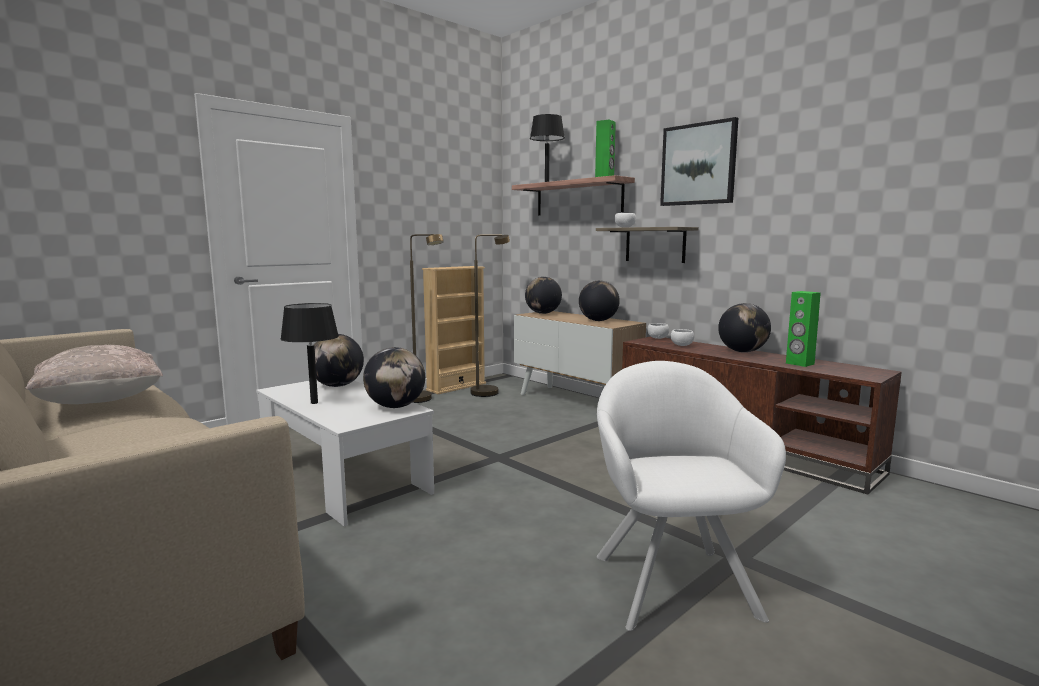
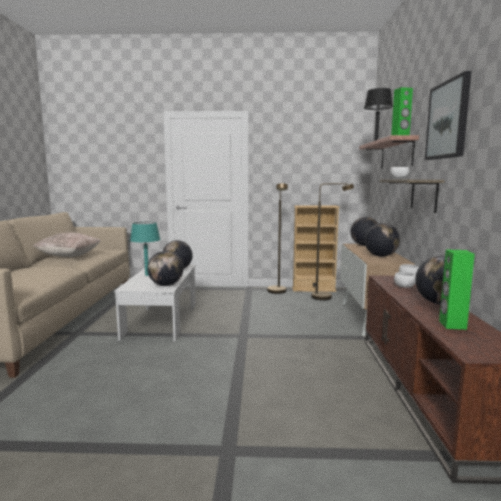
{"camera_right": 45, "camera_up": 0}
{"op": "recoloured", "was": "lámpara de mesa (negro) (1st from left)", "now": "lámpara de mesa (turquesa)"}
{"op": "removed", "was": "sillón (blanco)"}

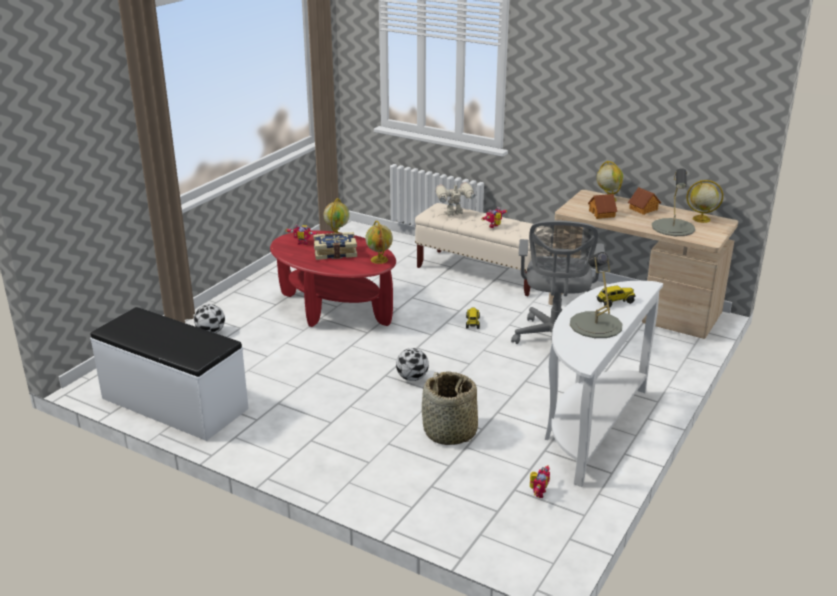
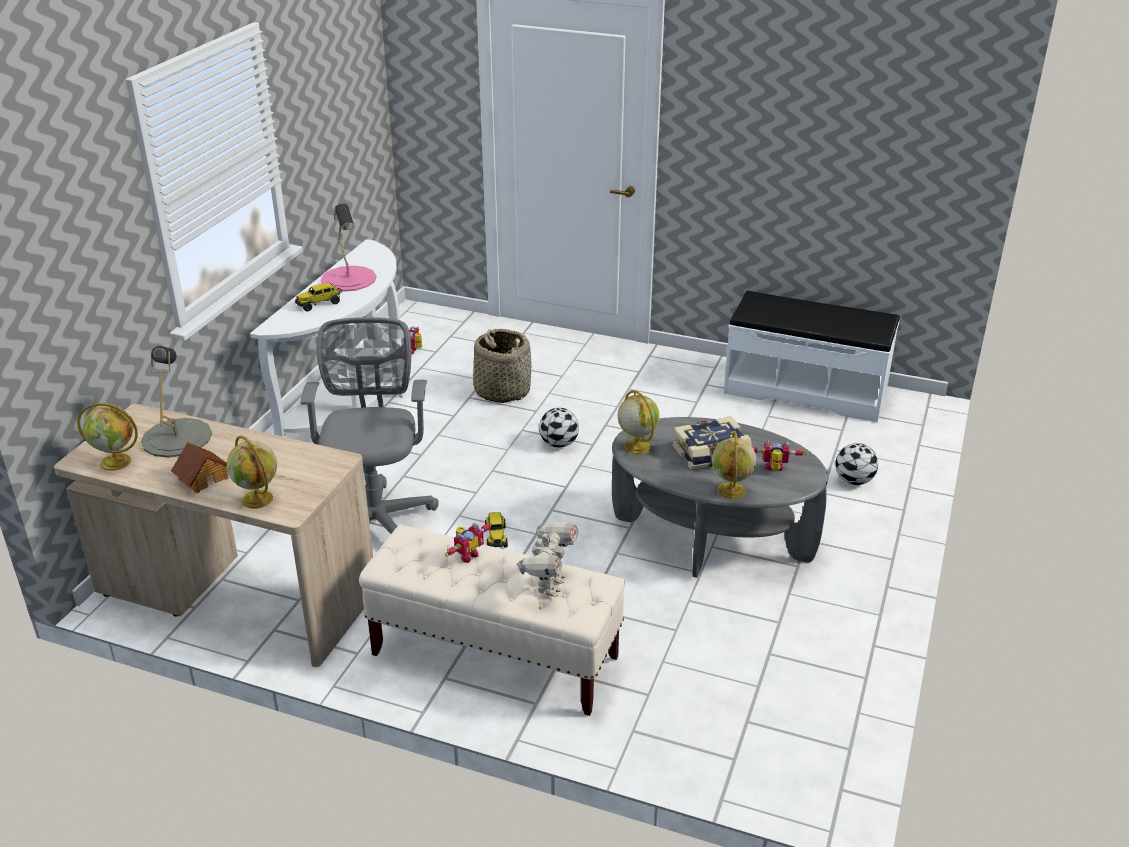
{"camera_right": 170, "camera_up": 5}
{"op": "turned", "was": "robot de juguete (2nd from left in the first image)", "clockwise": -45}
{"op": "removed", "was": "casita (1st from left)"}
{"op": "recoloured", "was": "mesa de centro (rojo)", "now": "mesa de centro (gris)"}
{"op": "recoloured", "was": "lámpara de mesa (gris) (1st from left)", "now": "lámpara de mesa (rosa)"}

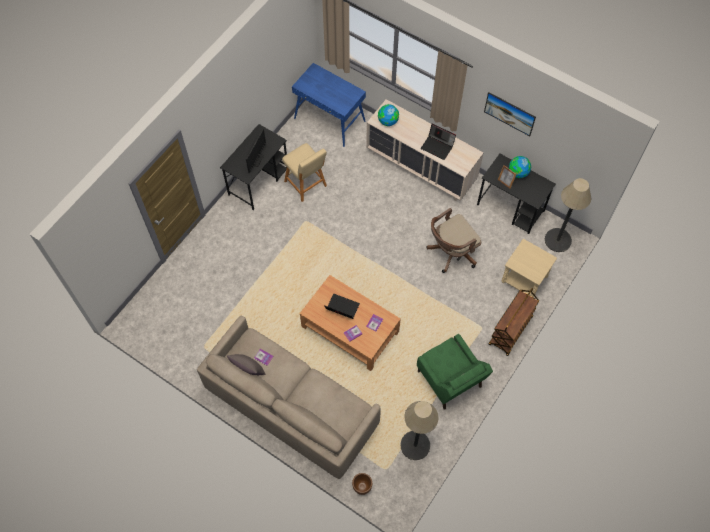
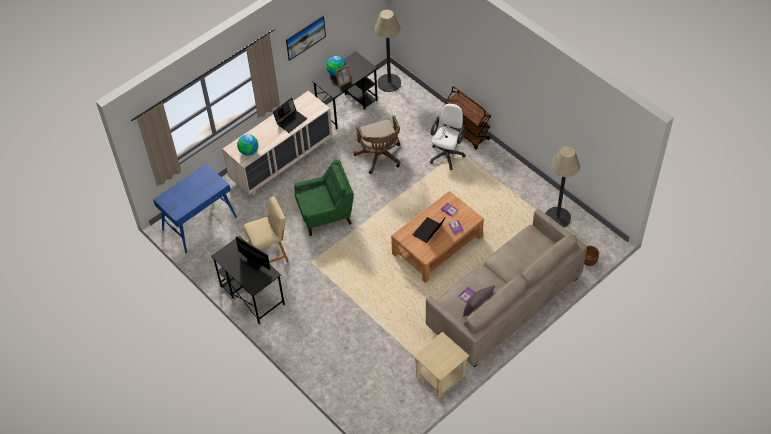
{"camera_right": -75, "camera_up": -10}
{"op": "moved", "was": "mesa auxiliar (beis)"}
{"op": "moved", "was": "sillón (verde)"}
{"op": "added", "now": "silla de oficina (blanco)"}

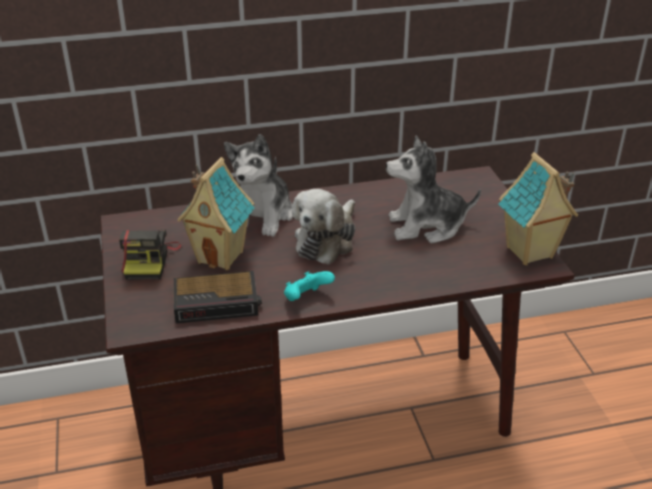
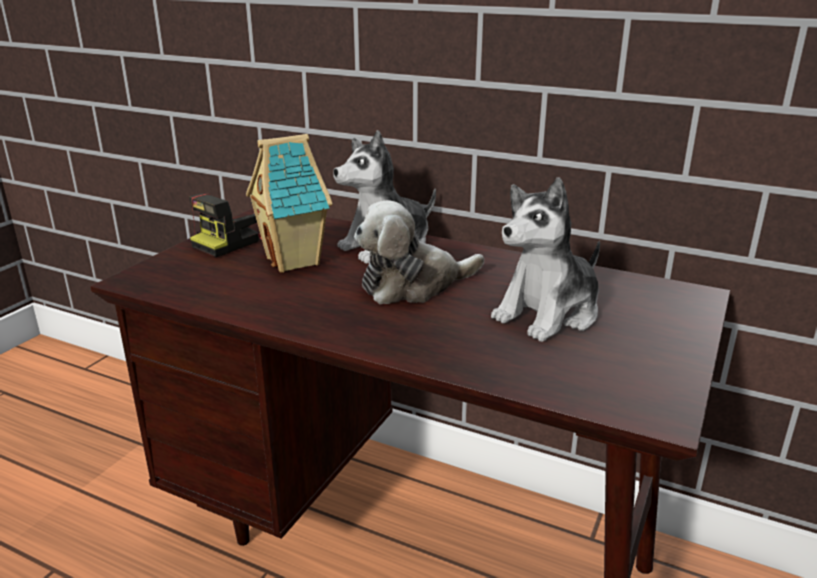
{"camera_right": 40, "camera_up": -10}
{"op": "turned", "was": "peluche (3rd from left)", "clockwise": -75}
{"op": "removed", "was": "casita (2nd from left)"}
{"op": "removed", "was": "despertador"}
{"op": "removed", "was": "mando de consola (turquesa)"}

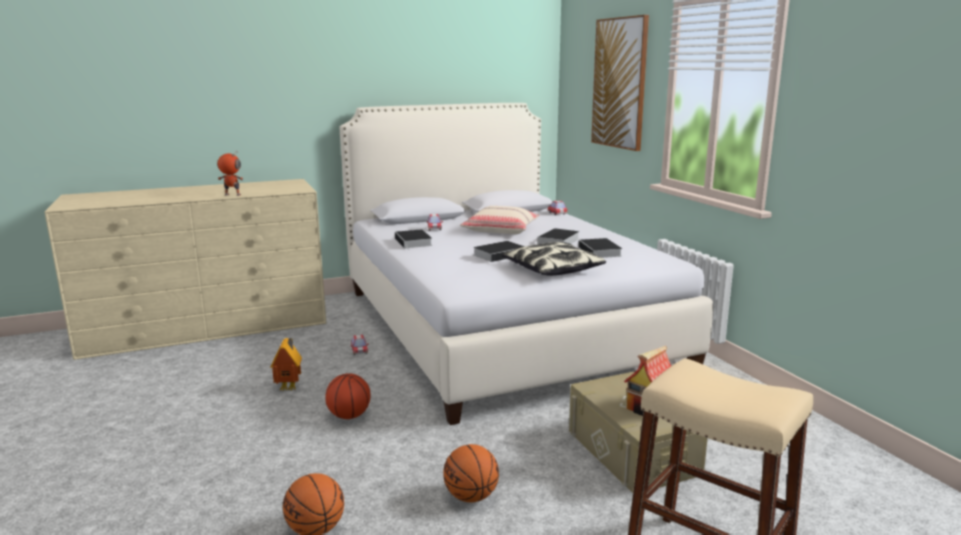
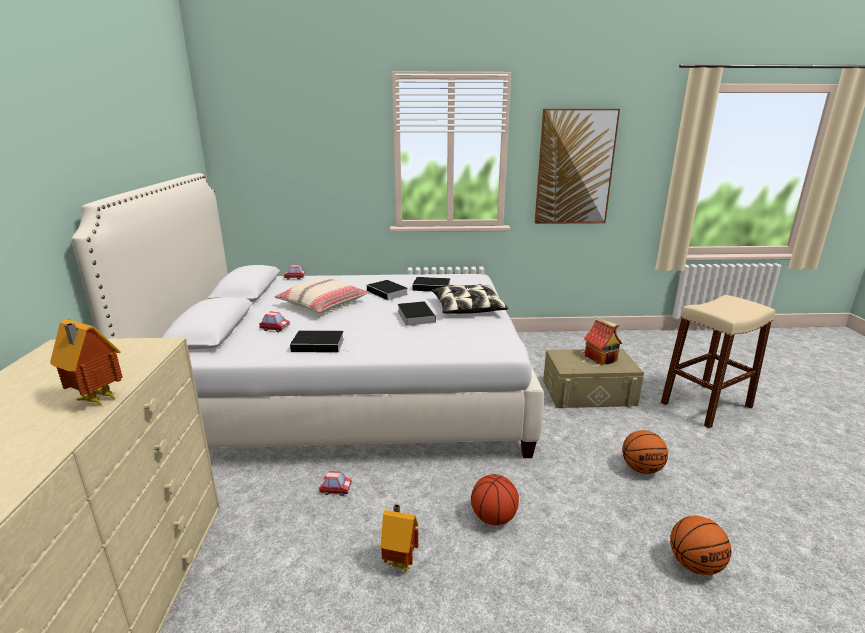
{"camera_right": -70, "camera_up": 5}
{"op": "moved", "was": "cuadro"}
{"op": "replaced", "was": "robot de juguete", "now": "casita (1st from left)"}

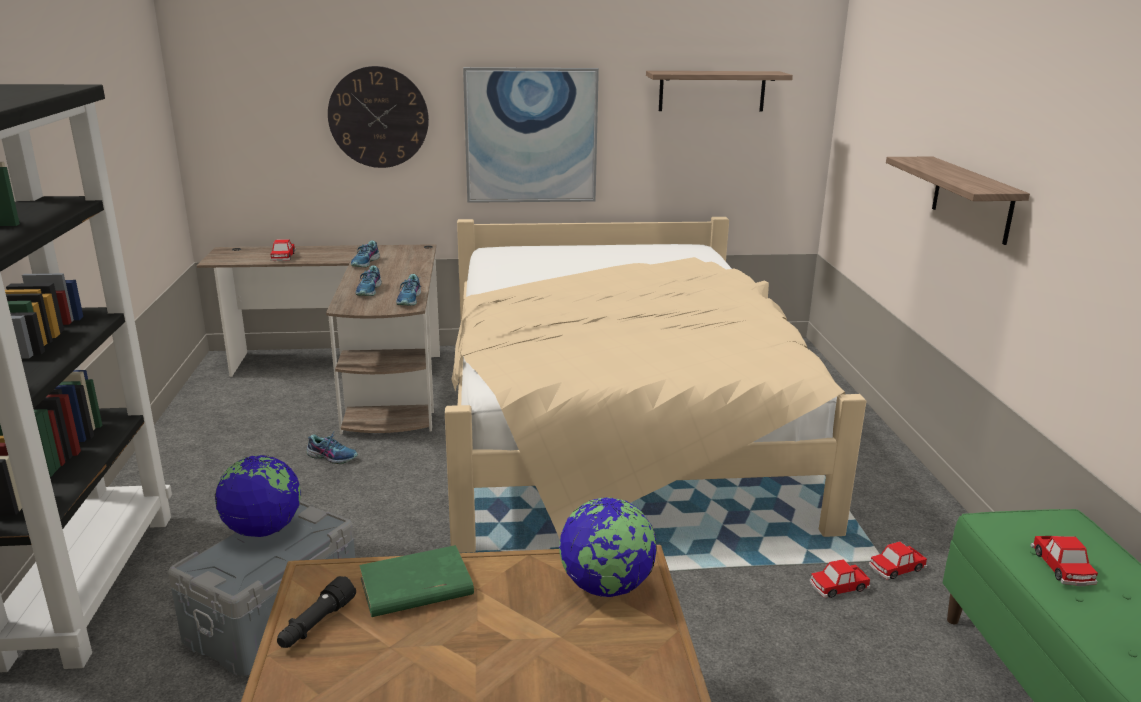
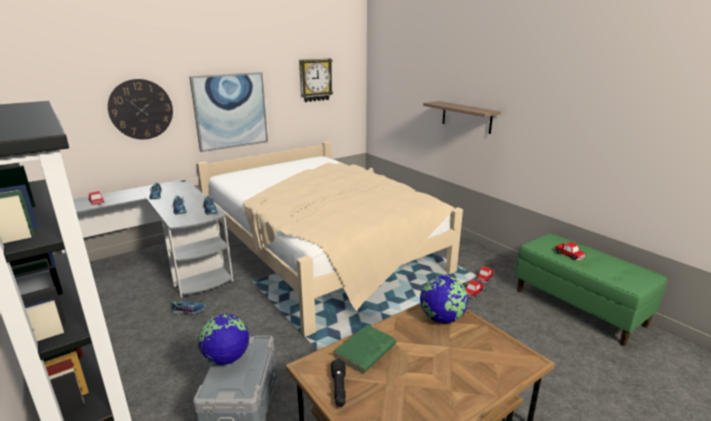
{"camera_right": -30, "camera_up": 0}
{"op": "replaced", "was": "estante (1st from left)", "now": "reloj de pared (2nd from left)"}
{"op": "recoloured", "was": "escritorio (marrón)", "now": "escritorio (gris)"}

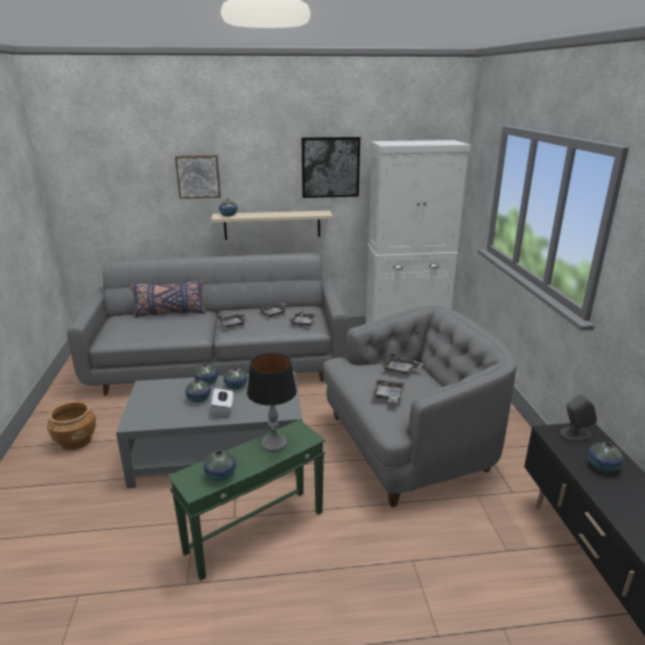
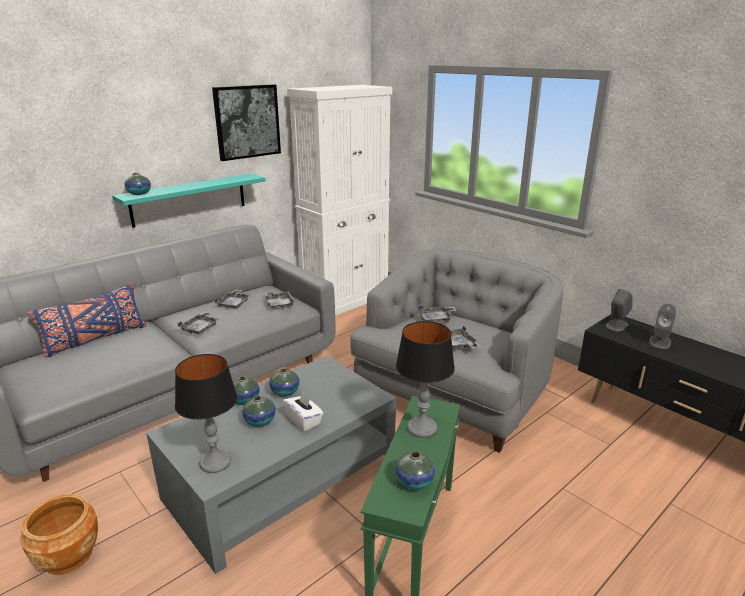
{"camera_right": -35, "camera_up": 0}
{"op": "removed", "was": "cuadro (1st from left)"}
{"op": "recoloured", "was": "estante (beis)", "now": "estante (turquesa)"}
{"op": "replaced", "was": "florero (6th from left)", "now": "altavoz (gris) (2nd from left)"}
{"op": "added", "now": "lámpara de mesa (1st from left)"}

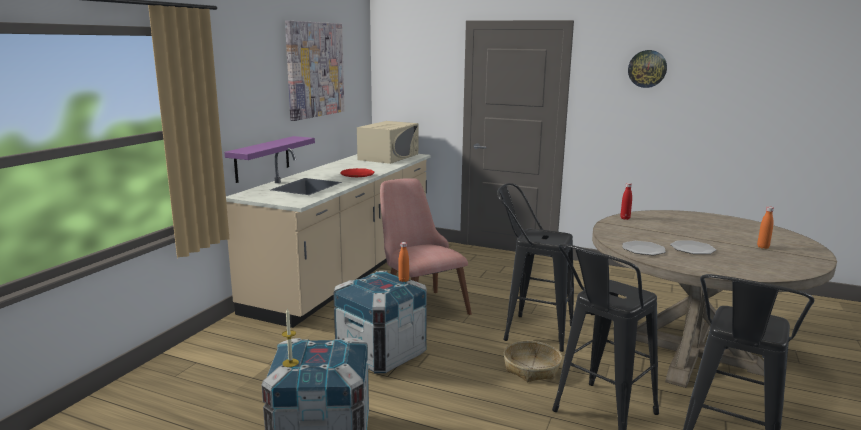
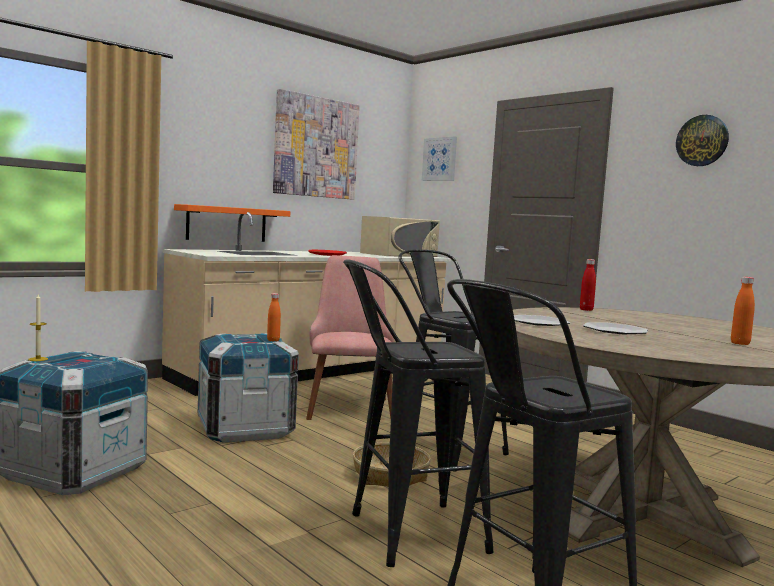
{"camera_right": 25, "camera_up": -10}
{"op": "recoloured", "was": "estante (morado)", "now": "estante (naranja)"}
{"op": "added", "now": "cuadro (2nd from left)"}

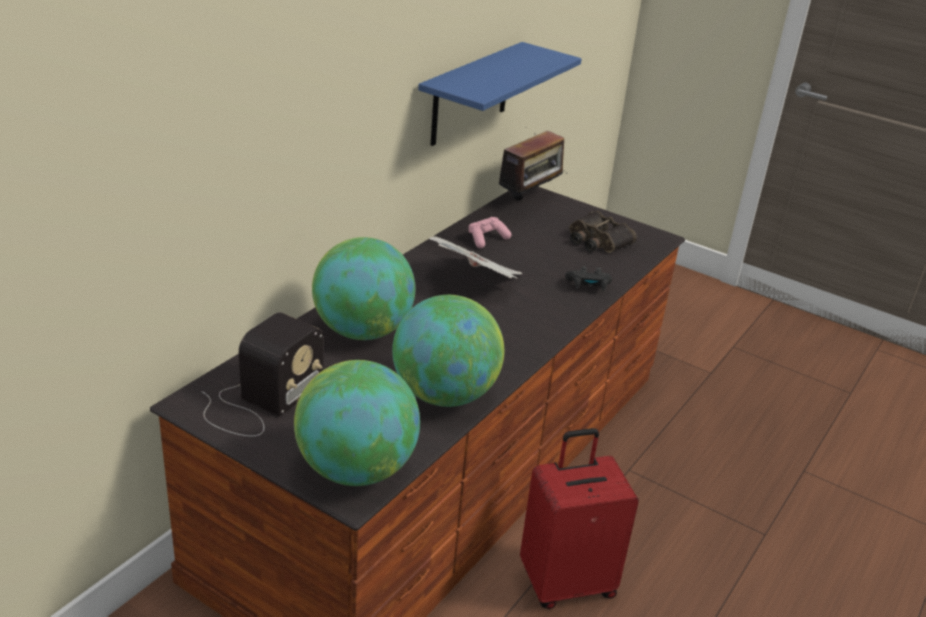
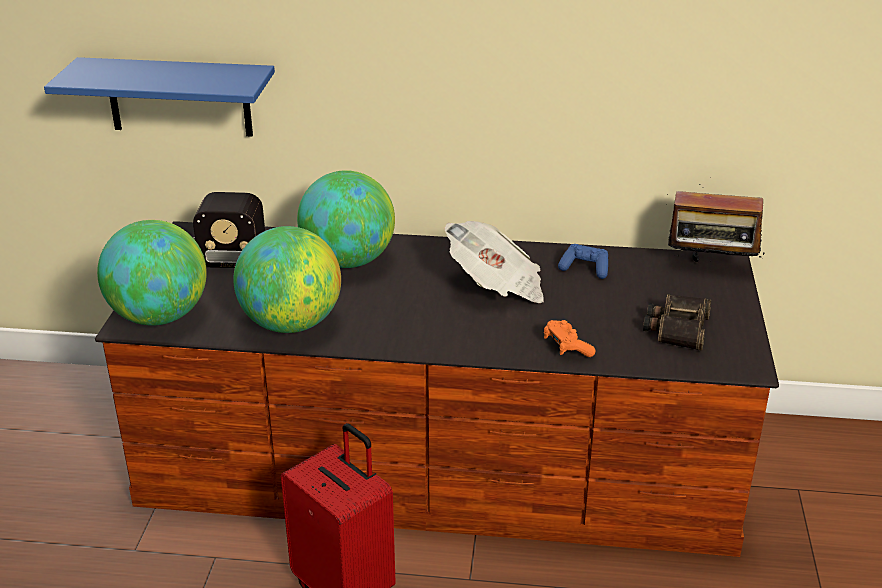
{"camera_right": 65, "camera_up": 0}
{"op": "moved", "was": "estante (azul)"}
{"op": "recoloured", "was": "mando de consola (rosa)", "now": "mando de consola (azul)"}
{"op": "recoloured", "was": "mando de consola (negro)", "now": "mando de consola (naranja)"}

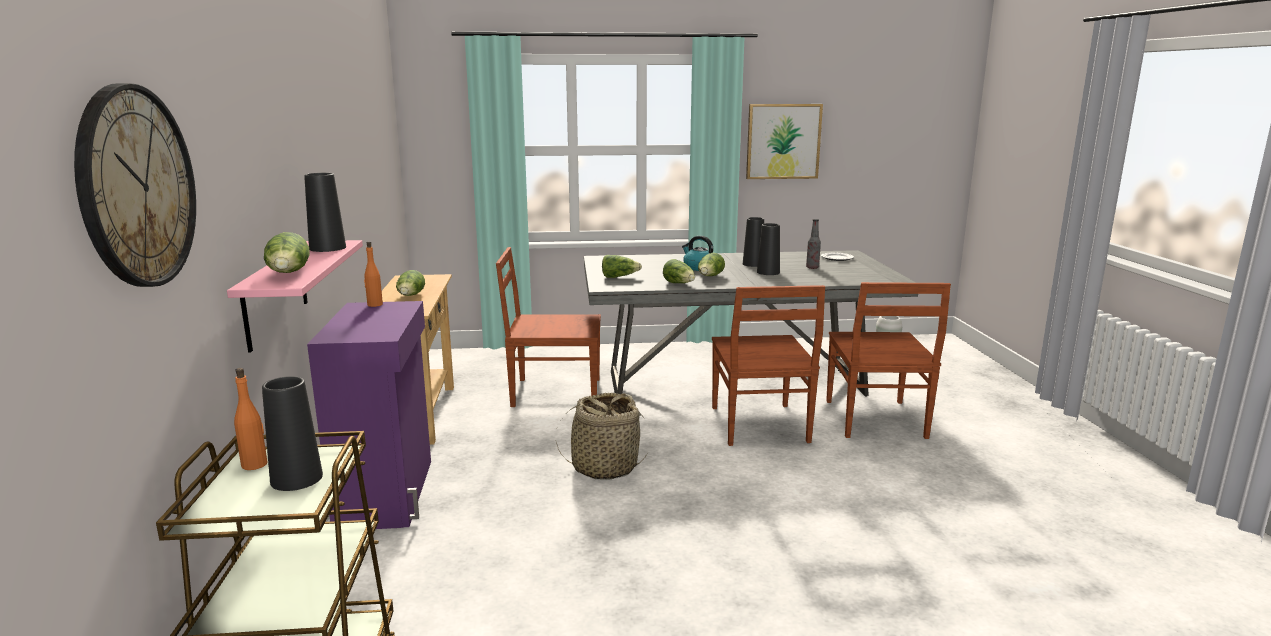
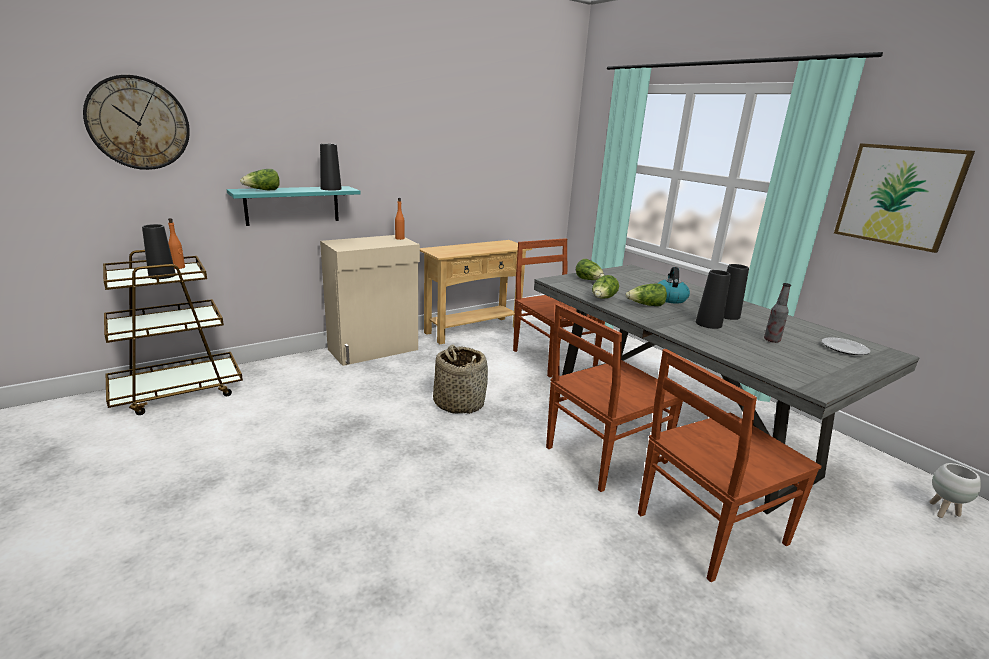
{"camera_right": 60, "camera_up": 5}
{"op": "recoloured", "was": "estante (rosa)", "now": "estante (turquesa)"}
{"op": "removed", "was": "lechuga (2nd from left)"}
{"op": "recoloured", "was": "armario (morado)", "now": "armario (beis)"}

